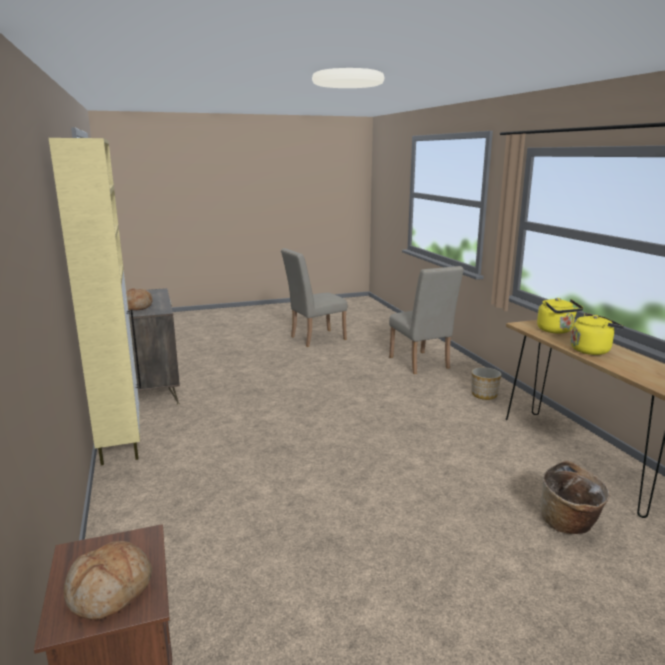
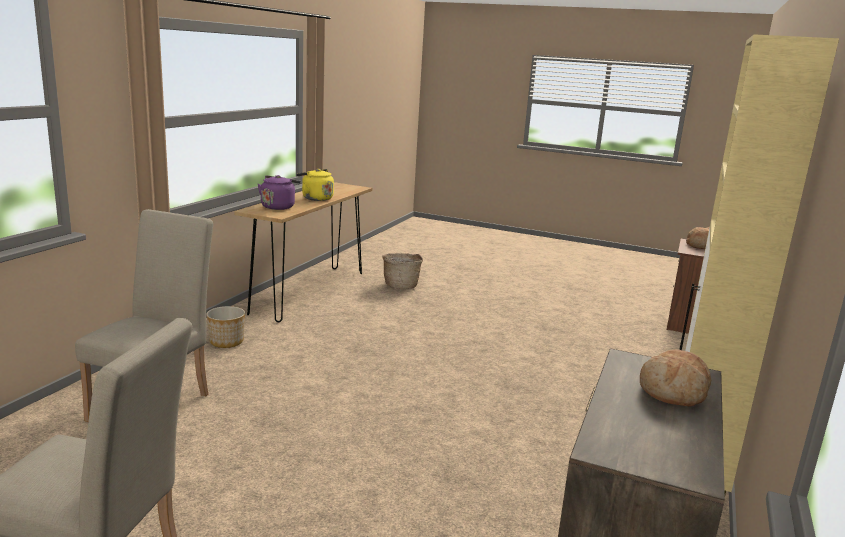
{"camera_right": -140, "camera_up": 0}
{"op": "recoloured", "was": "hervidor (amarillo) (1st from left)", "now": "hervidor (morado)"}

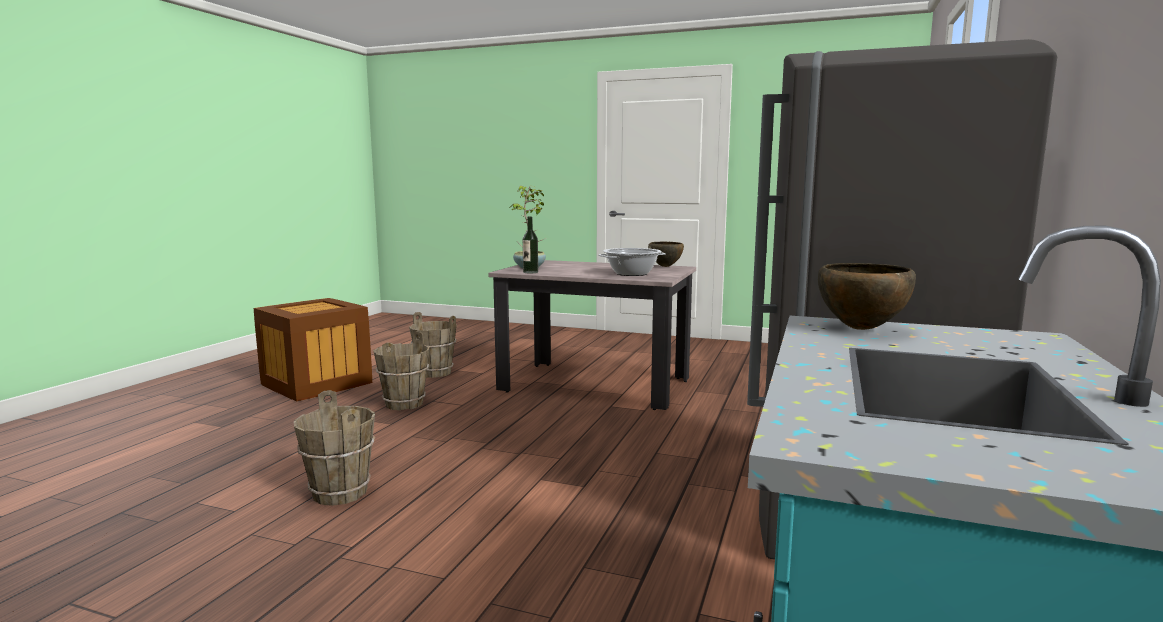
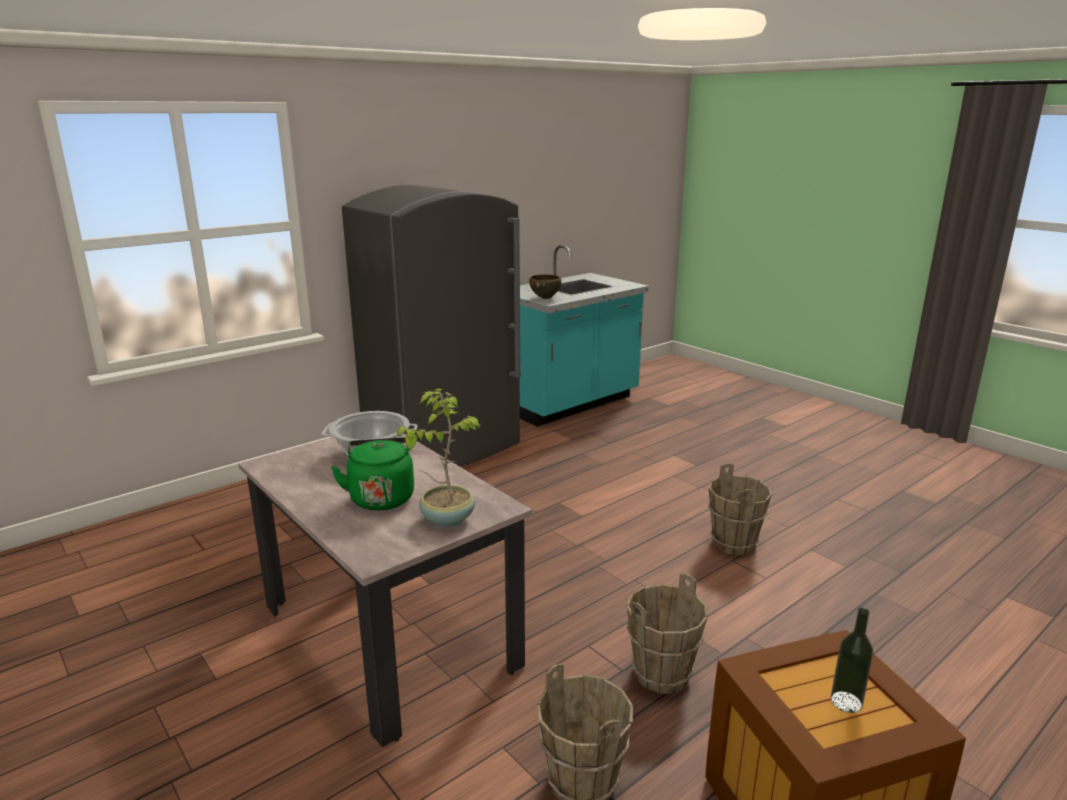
{"camera_right": -150, "camera_up": 10}
{"op": "moved", "was": "botella"}
{"op": "removed", "was": "cuenco (marrón) (1st from left)"}
{"op": "added", "now": "hervidor (verde)"}

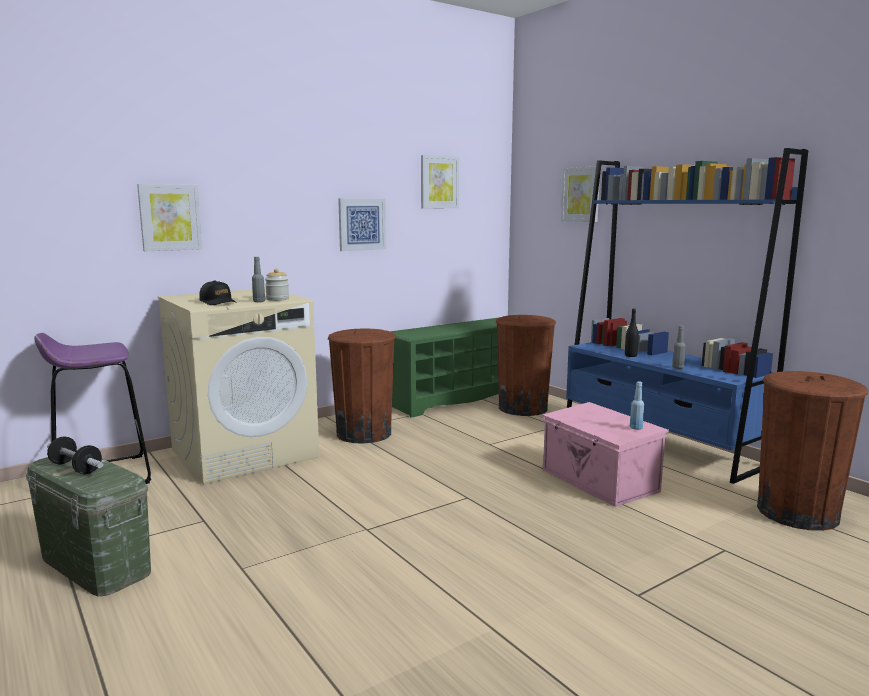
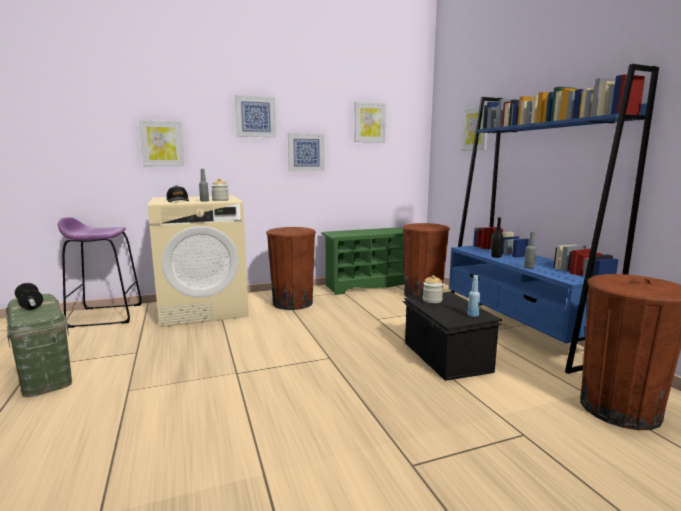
{"camera_right": 15, "camera_up": 0}
{"op": "recoloured", "was": "caja de almacenaje (rosa)", "now": "caja de almacenaje (negro)"}
{"op": "added", "now": "cuadro (2nd from left)"}
{"op": "added", "now": "tarro (2nd from left)"}

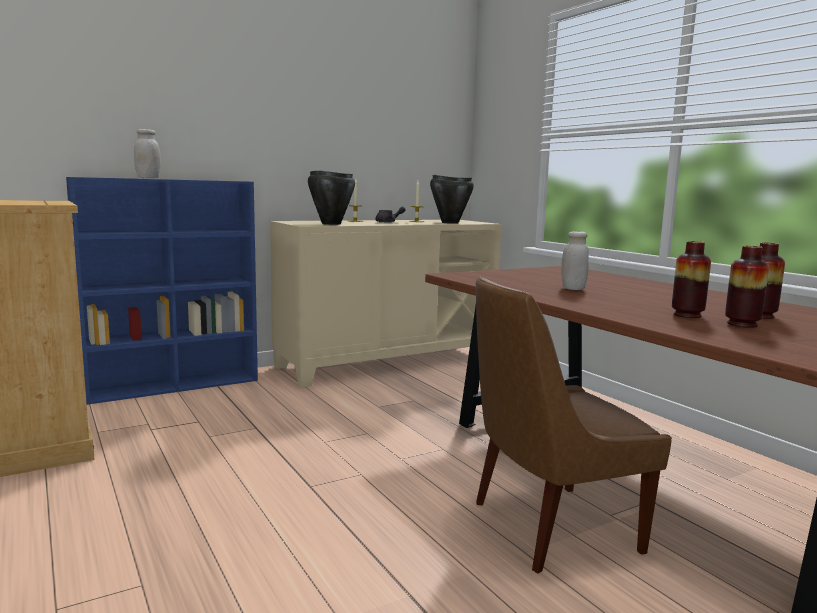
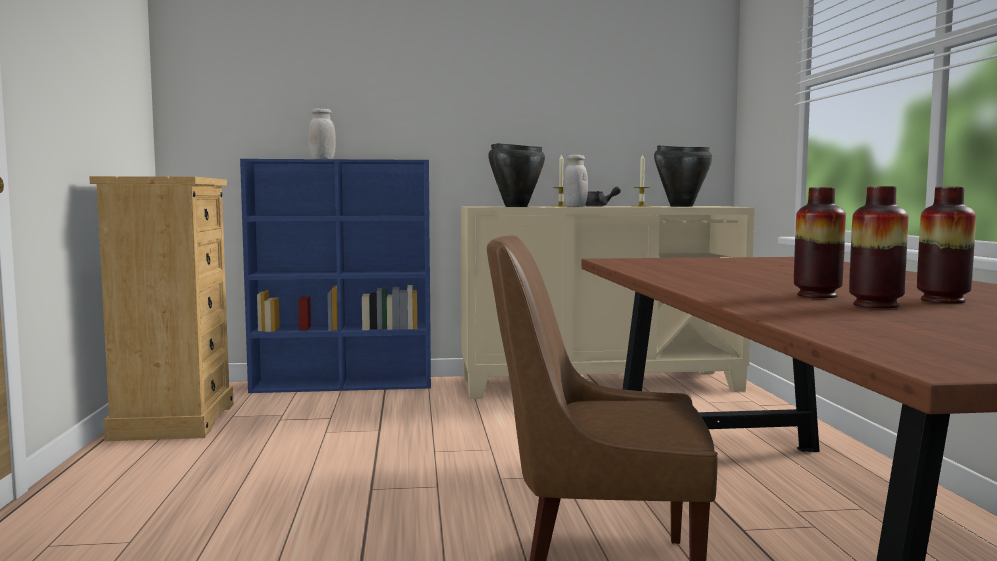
{"camera_right": 25, "camera_up": -5}
{"op": "moved", "was": "tarro (blanco) (2nd from left)"}

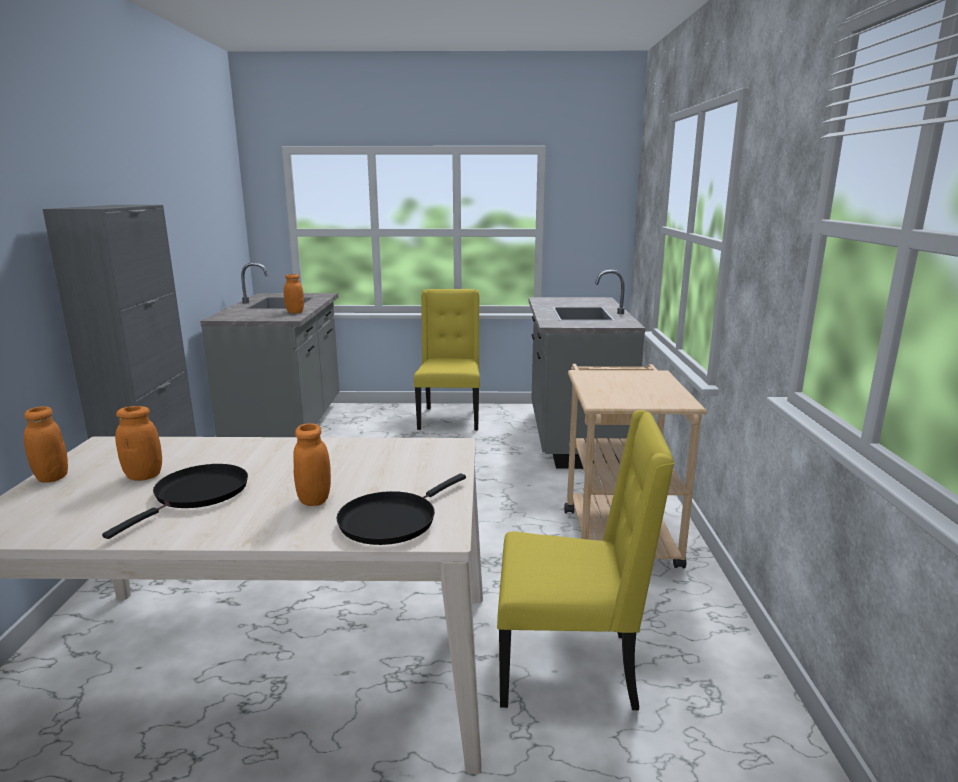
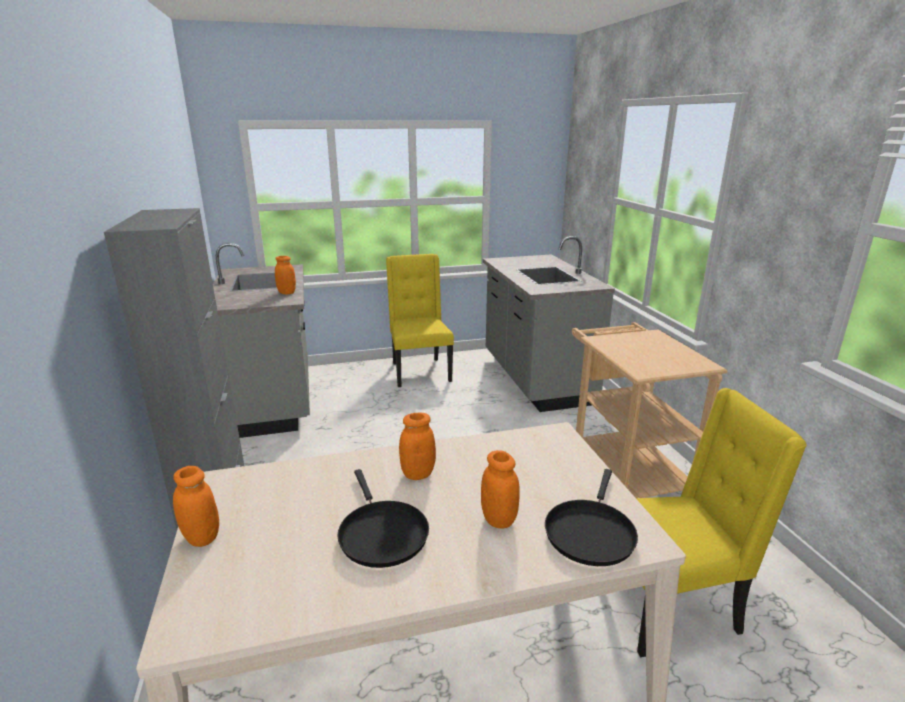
{"camera_right": -15, "camera_up": 5}
{"op": "moved", "was": "tarro (naranja) (2nd from left in the first image)", "now": "tarro (naranja) (3rd from left)"}
{"op": "turned", "was": "sartén (negro) (1st from left)", "clockwise": 150}

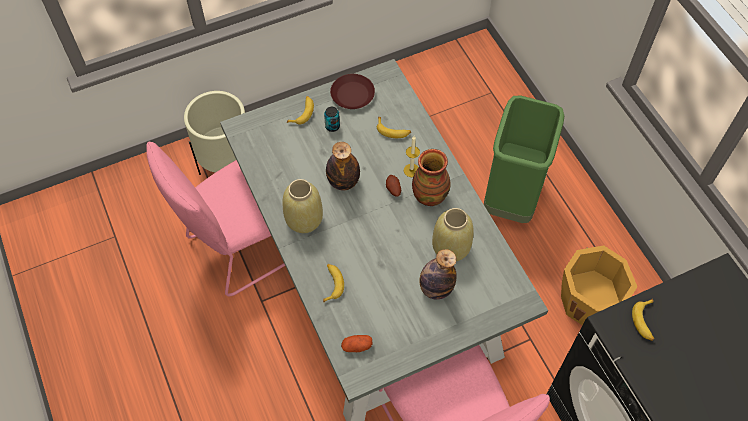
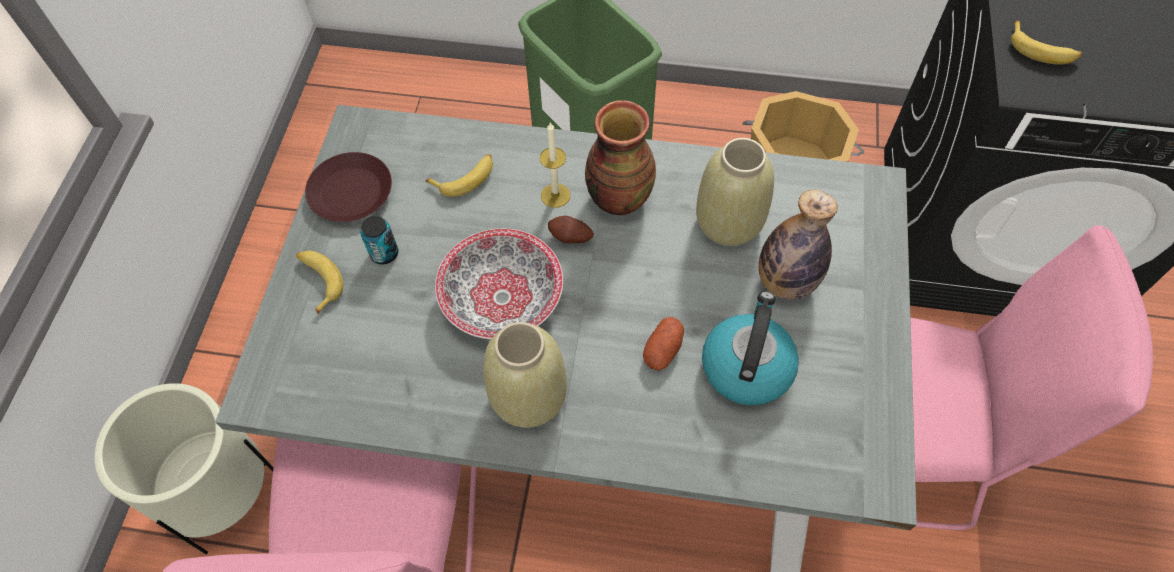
{"camera_right": -55, "camera_up": 0}
{"op": "replaced", "was": "botella (1st from left)", "now": "cuenco"}
{"op": "removed", "was": "plátano (2nd from left)"}
{"op": "moved", "was": "patata (1st from left in the first image)", "now": "patata (2nd from left)"}
{"op": "added", "now": "hervidor"}

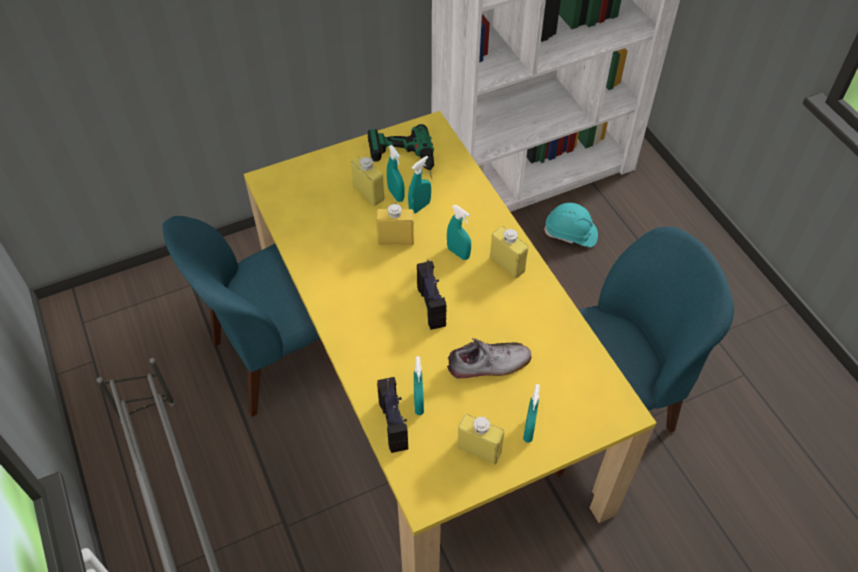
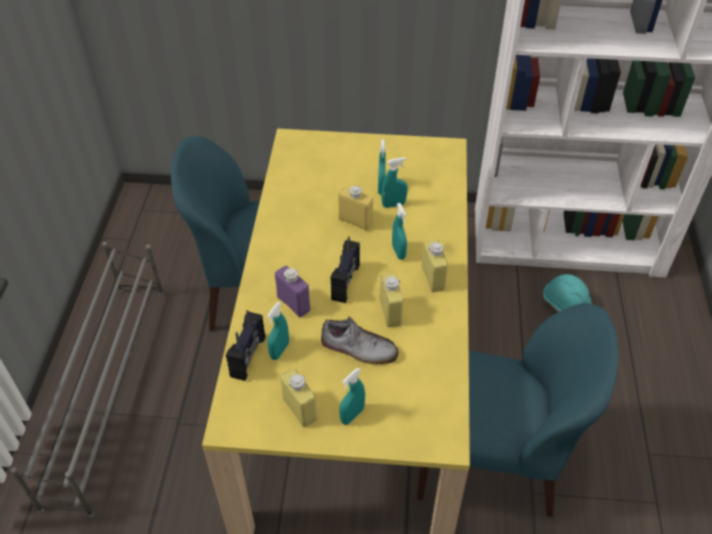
{"camera_right": 30, "camera_up": -5}
{"op": "removed", "was": "taladro"}
{"op": "moved", "was": "botella (amarillo) (1st from left in the first image)", "now": "botella (amarillo) (3rd from left)"}
{"op": "added", "now": "botella (morado)"}

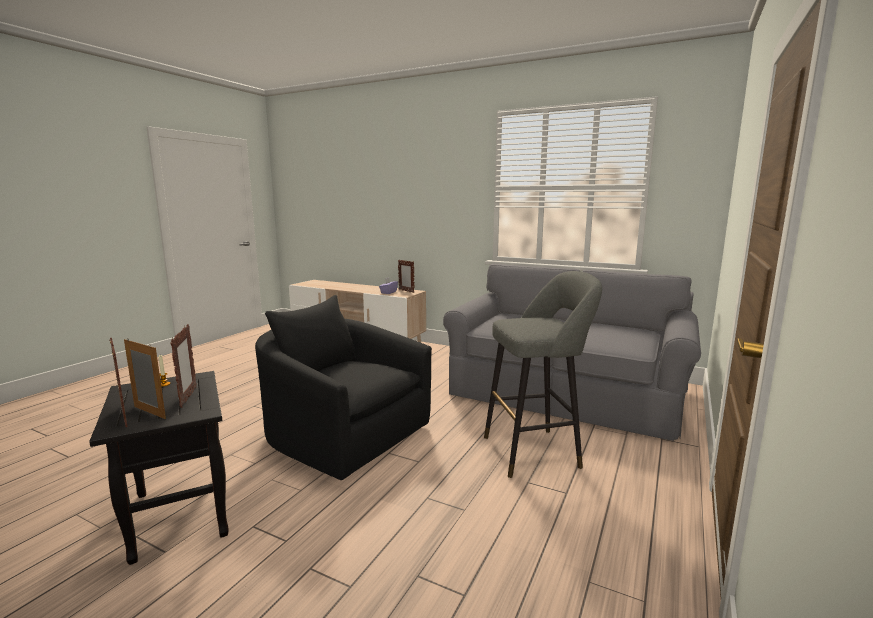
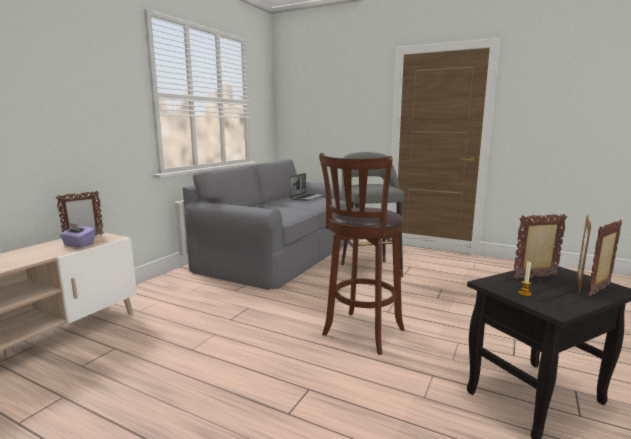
{"camera_right": -90, "camera_up": 0}
{"op": "replaced", "was": "sillón (negro)", "now": "taburete (marrón)"}
{"op": "added", "now": "portátil"}

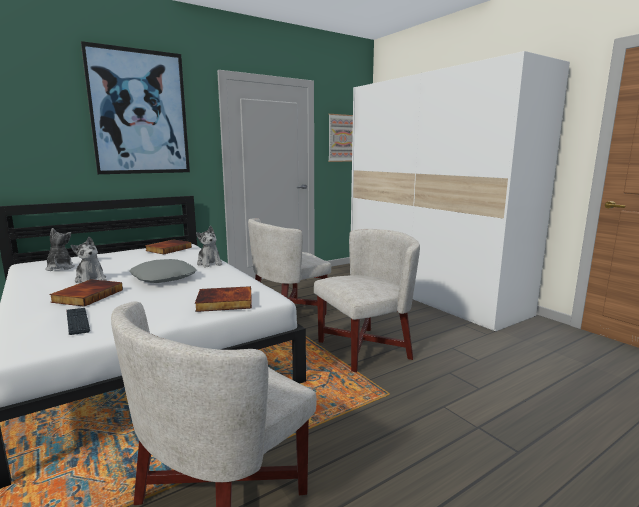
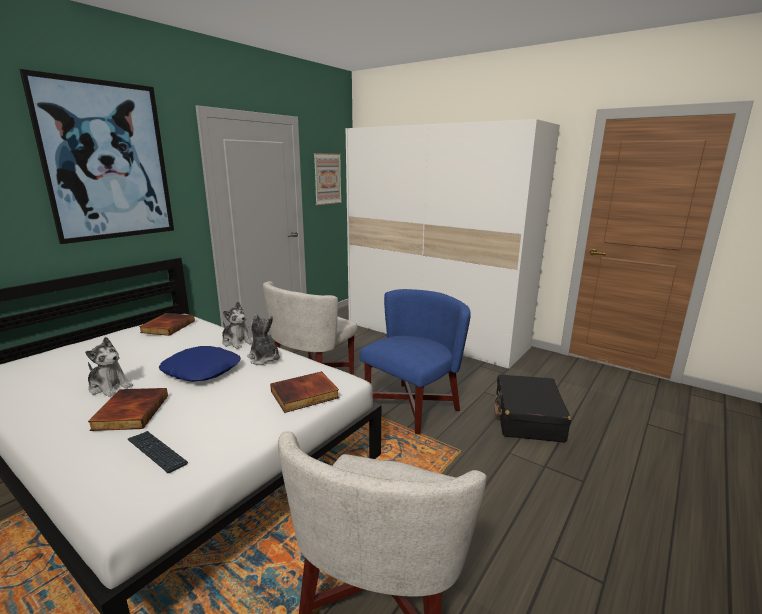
{"camera_right": -20, "camera_up": 5}
{"op": "moved", "was": "peluche (1st from left in the first image)", "now": "peluche (3rd from left)"}
{"op": "recoloured", "was": "sillón (blanco) (3rd from left)", "now": "sillón (azul)"}
{"op": "recoloured", "was": "cojín (gris)", "now": "cojín (azul)"}
{"op": "added", "now": "maleta (negro)"}

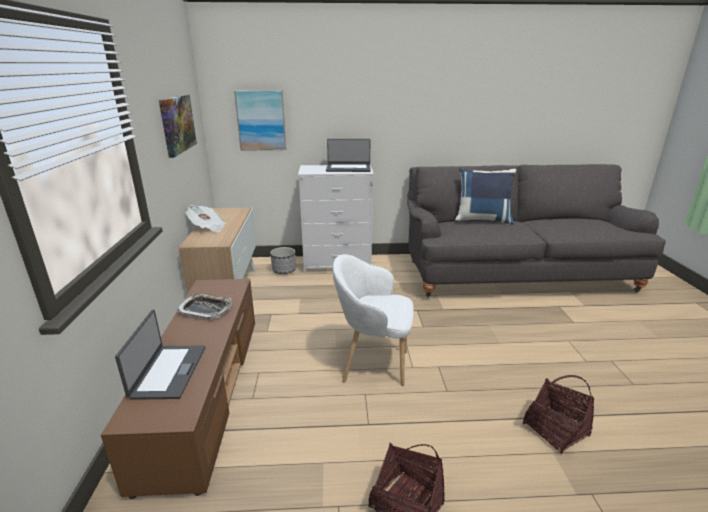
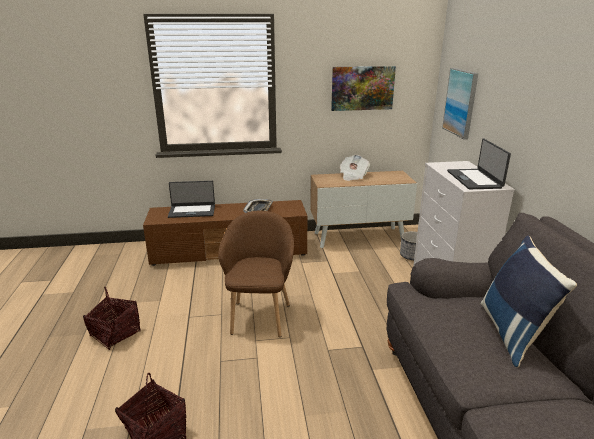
{"camera_right": 85, "camera_up": 0}
{"op": "recoloured", "was": "sillón (blanco)", "now": "sillón (marrón)"}

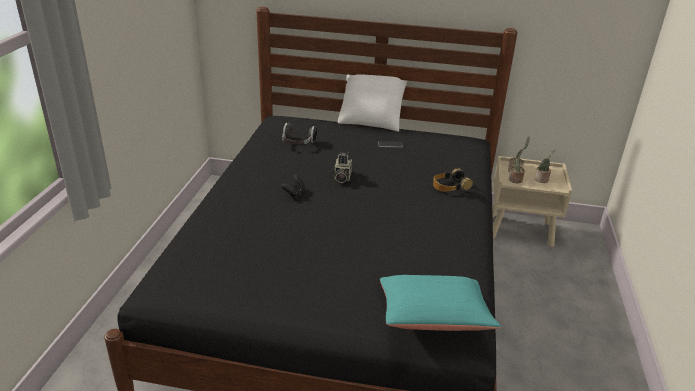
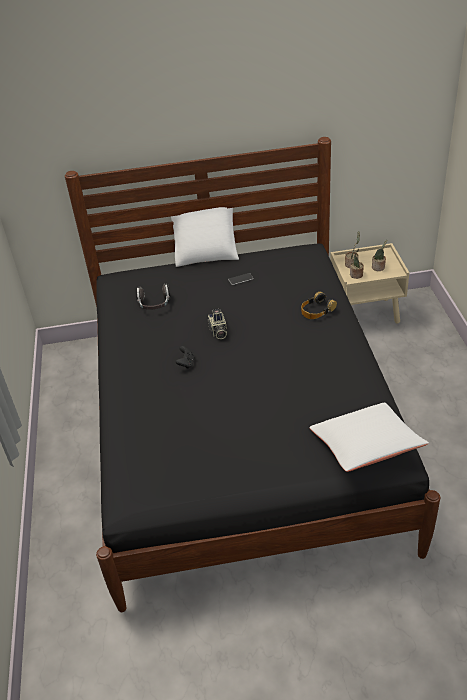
{"camera_right": -15, "camera_up": 10}
{"op": "recoloured", "was": "cojín (turquesa)", "now": "cojín (blanco) (2nd from left)"}

